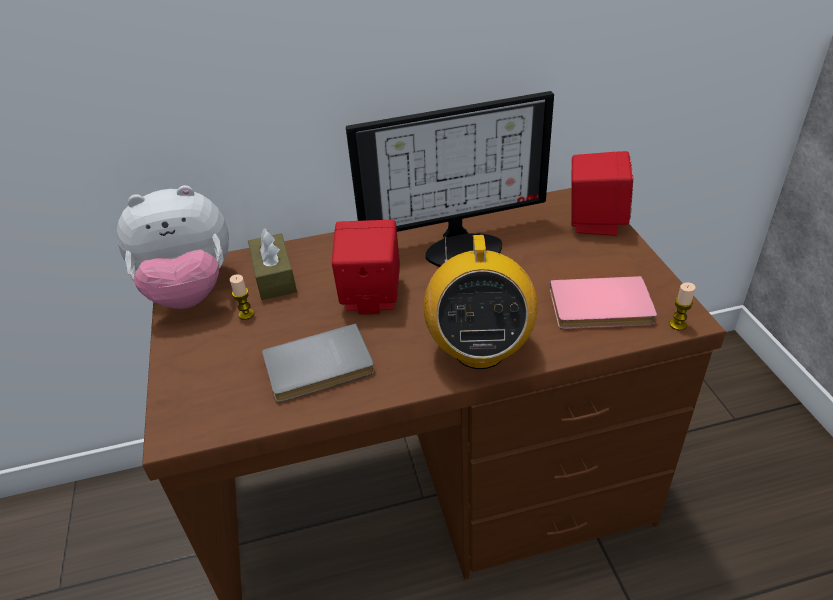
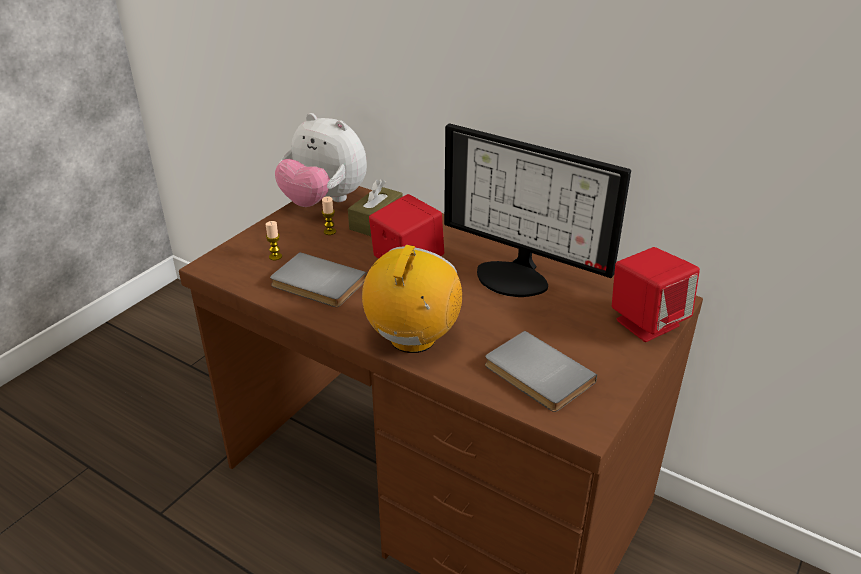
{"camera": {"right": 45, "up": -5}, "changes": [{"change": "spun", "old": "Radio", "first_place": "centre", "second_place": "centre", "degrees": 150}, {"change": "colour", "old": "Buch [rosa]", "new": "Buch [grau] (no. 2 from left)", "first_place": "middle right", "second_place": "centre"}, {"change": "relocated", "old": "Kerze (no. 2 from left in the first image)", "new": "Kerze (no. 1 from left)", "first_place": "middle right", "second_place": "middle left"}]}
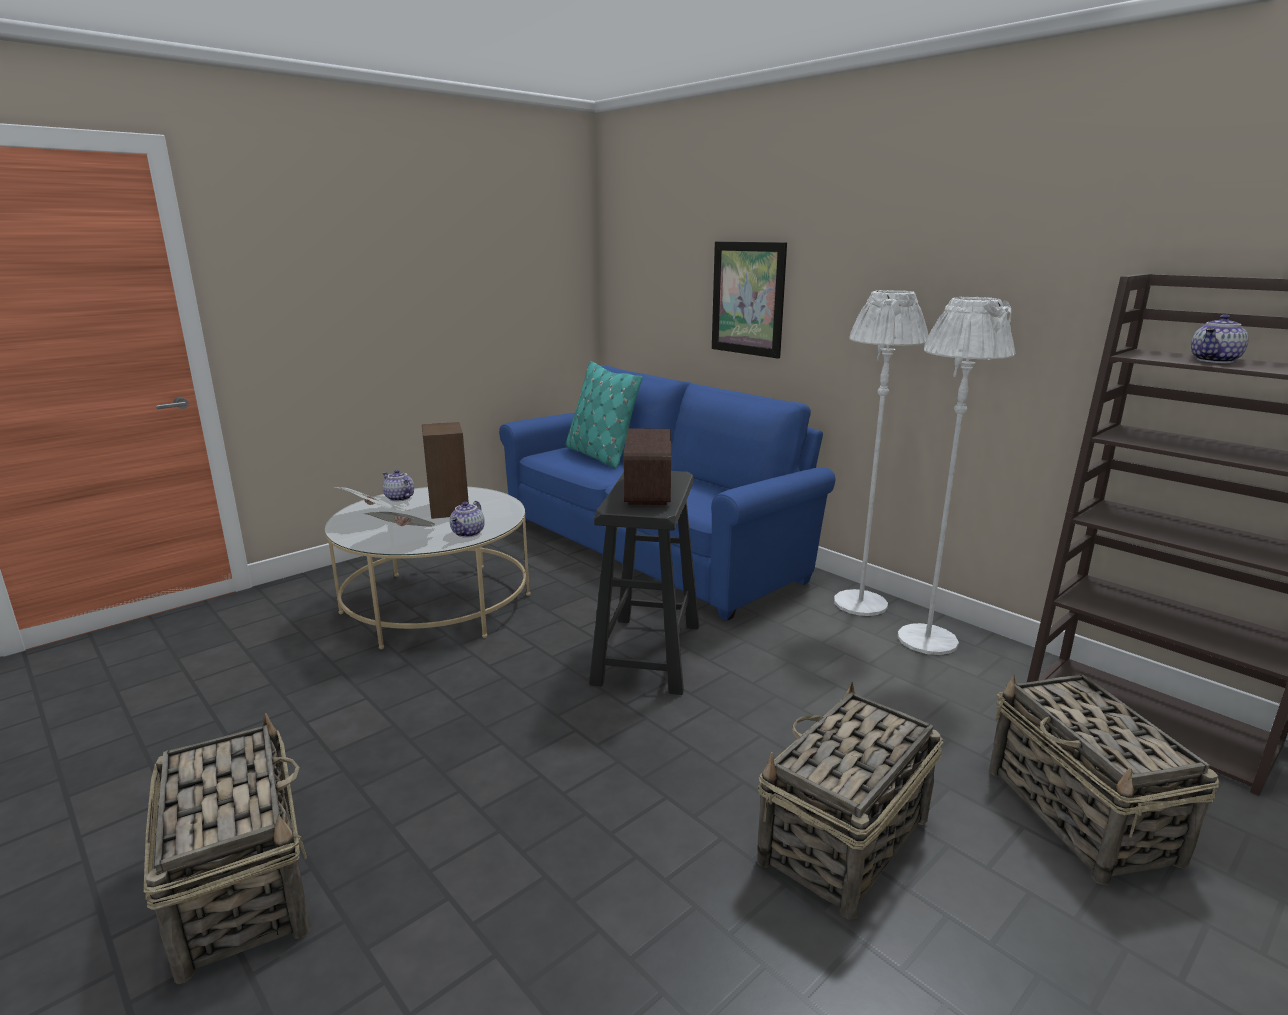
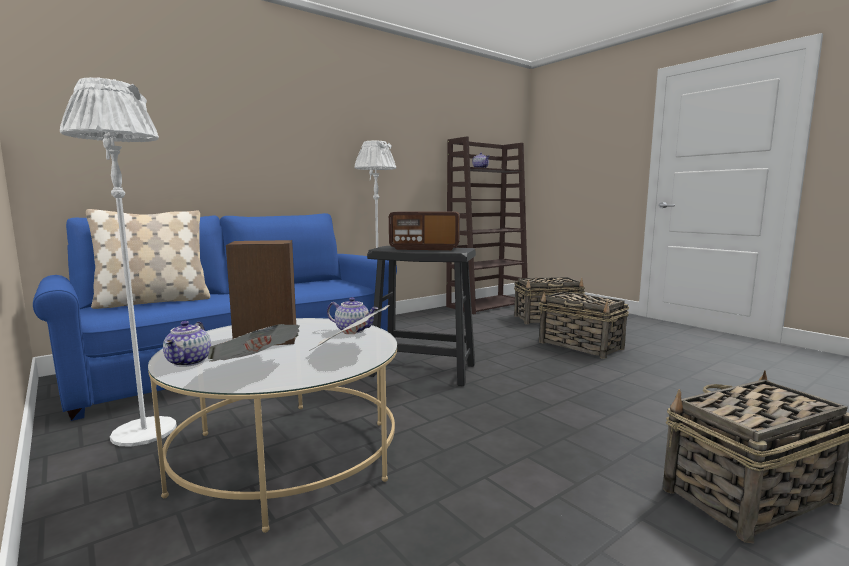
{"camera": {"right": -85, "up": -10}, "changes": [{"change": "missing", "old": "Bild", "first_place": "top centre"}, {"change": "relocated", "old": "Stehlampe [weiß] (no. 2 from left in the first image)", "new": "Stehlampe [weiß] (no. 1 from left)", "first_place": "middle right", "second_place": "middle left"}, {"change": "colour", "old": "Kissen [türkis]", "new": "Kissen [beige]", "first_place": "centre", "second_place": "middle left"}, {"change": "spun", "old": "Teekanne (no. 1 from left)", "first_place": "middle left", "second_place": "middle left", "degrees": -45}]}
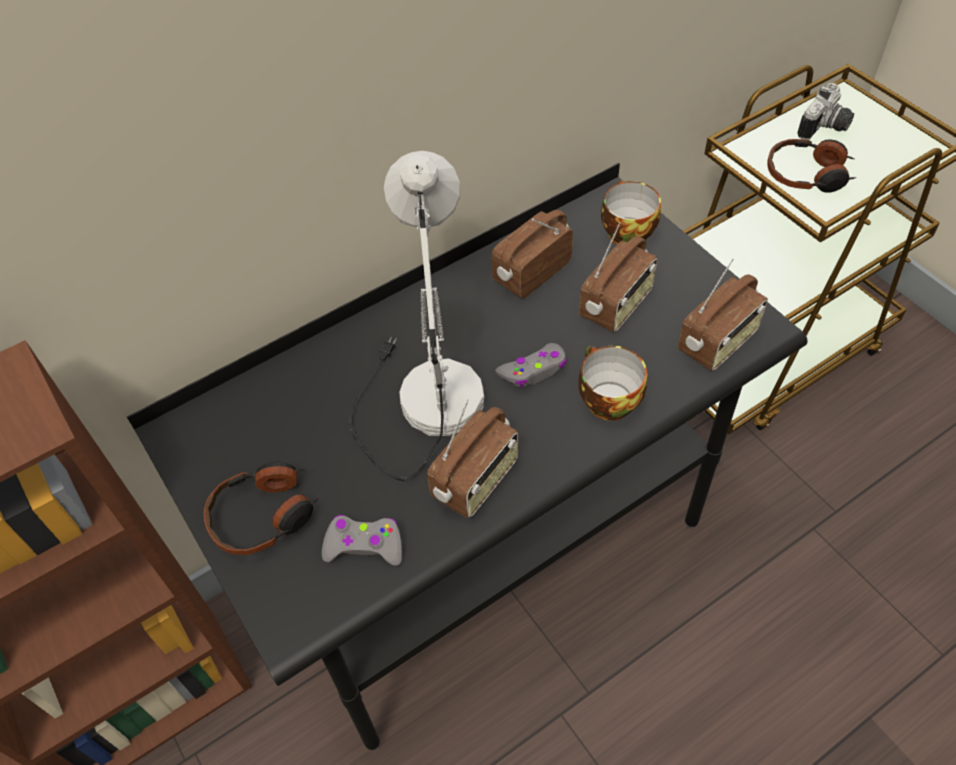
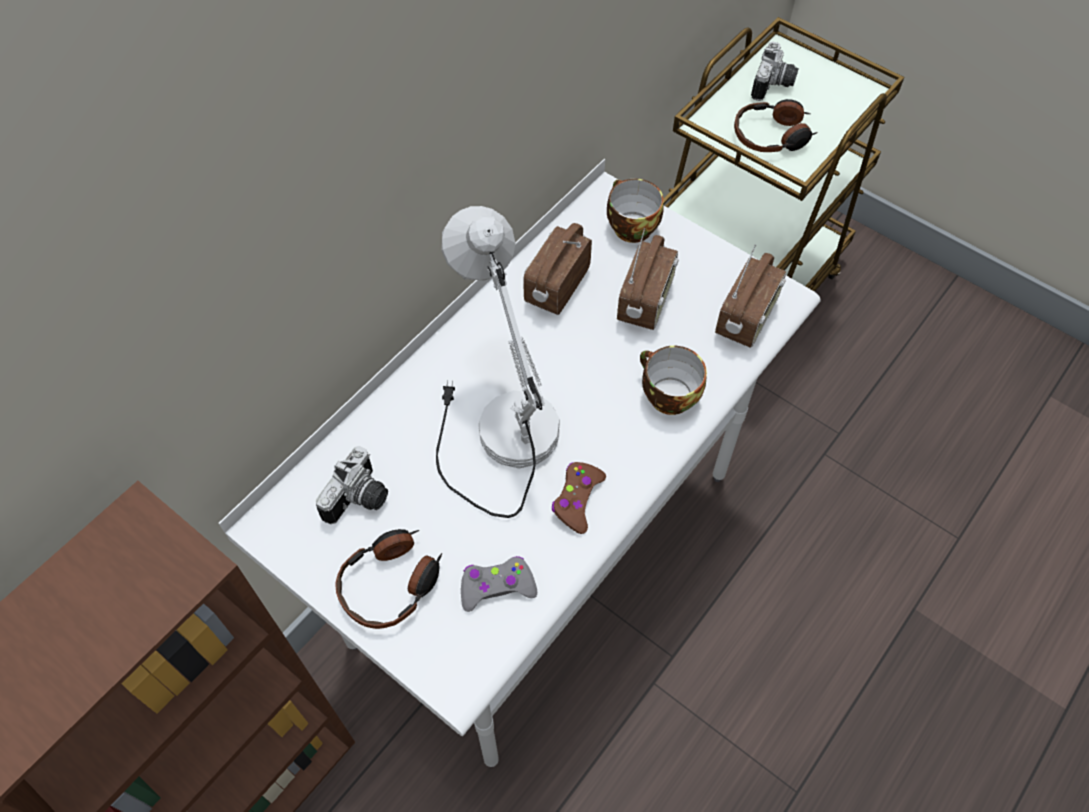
{"camera": {"right": -20, "up": 5}, "changes": [{"change": "colour", "old": "Schreibtisch [schwarz]", "new": "Schreibtisch [weiß]", "first_place": "centre", "second_place": "centre"}, {"change": "missing", "old": "Gamepad [grau] (no. 2 from left)", "first_place": "centre"}, {"change": "exchanged", "old": "Radio (no. 1 from left)", "new": "Gamepad [braun]", "first_place": "centre", "second_place": "centre"}, {"change": "appeared", "new": "Kamera (no. 1 from left)", "second_place": "middle left"}]}
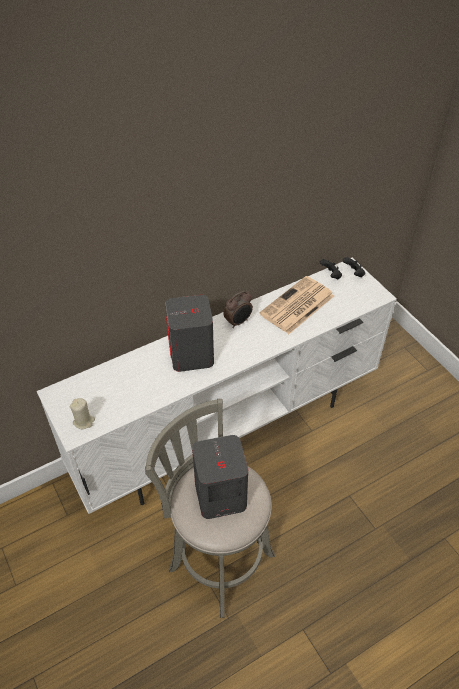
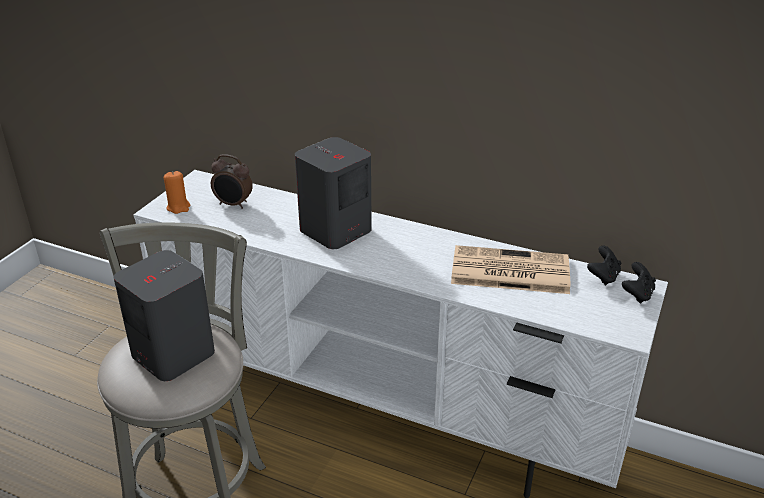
{"camera": {"right": 55, "up": -15}, "changes": [{"change": "relocated", "old": "Wecker", "first_place": "centre", "second_place": "middle left"}, {"change": "colour", "old": "Kerze [beige]", "new": "Kerze [orange]", "first_place": "middle left", "second_place": "middle left"}]}
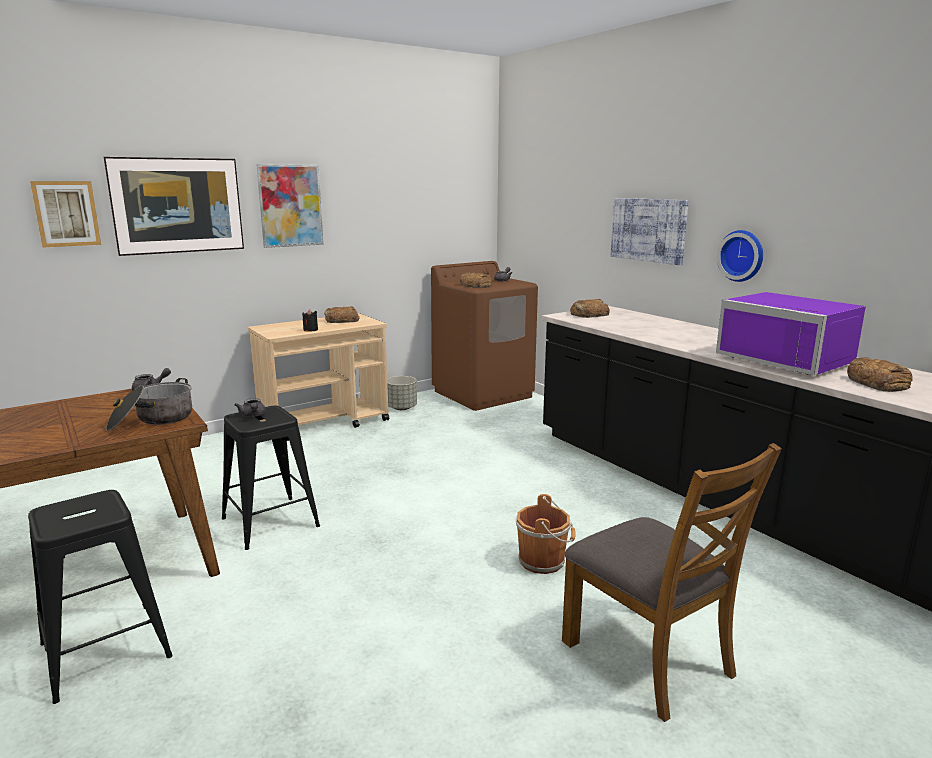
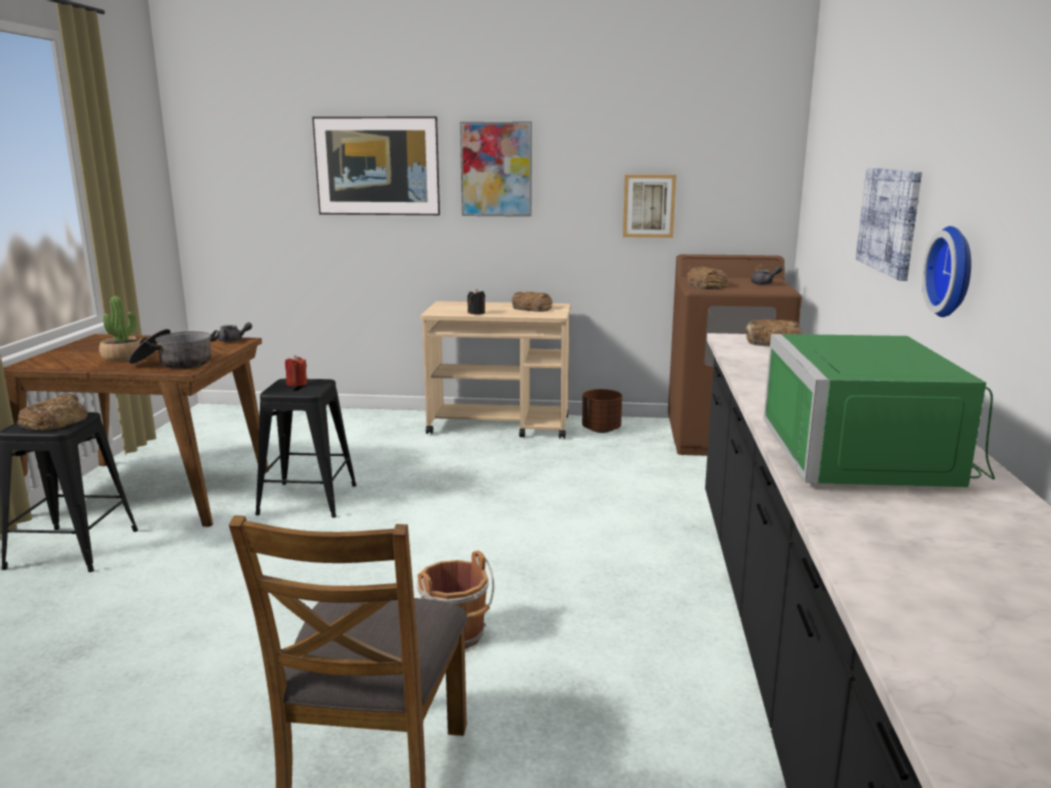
{"camera": {"right": 40, "up": 0}, "changes": [{"change": "relocated", "old": "Bild (no. 1 from left in the first image)", "new": "Bild (no. 3 from left)", "first_place": "top left", "second_place": "top centre"}, {"change": "colour", "old": "Mikrowelle [lila]", "new": "Mikrowelle [grün]", "first_place": "middle right", "second_place": "middle right"}, {"change": "relocated", "old": "Brot (no. 4 from left in the first image)", "new": "Brot (no. 1 from left)", "first_place": "middle right", "second_place": "middle left"}, {"change": "colour", "old": "Pflanzkübel [grau]", "new": "Pflanzkübel [braun]", "first_place": "centre", "second_place": "centre"}, {"change": "exchanged", "old": "Teekanne [grau] (no. 2 from left)", "new": "Kerze [rot]", "first_place": "middle left", "second_place": "middle left"}, {"change": "appeared", "new": "Topfpflanze", "second_place": "middle left"}]}
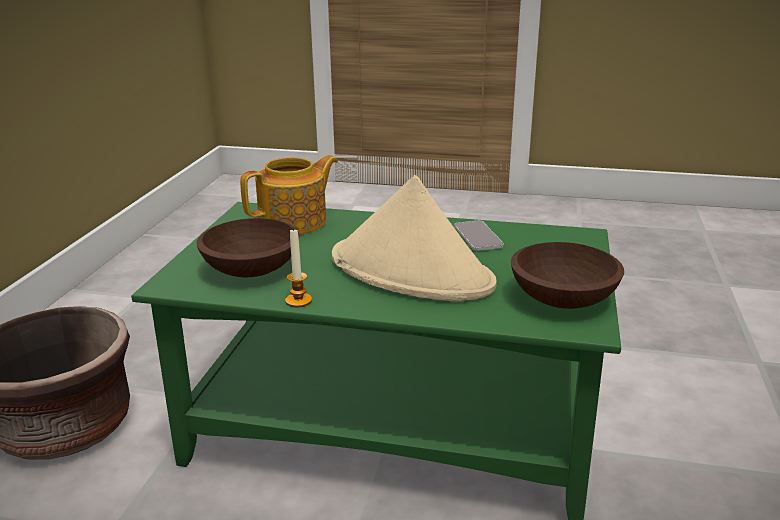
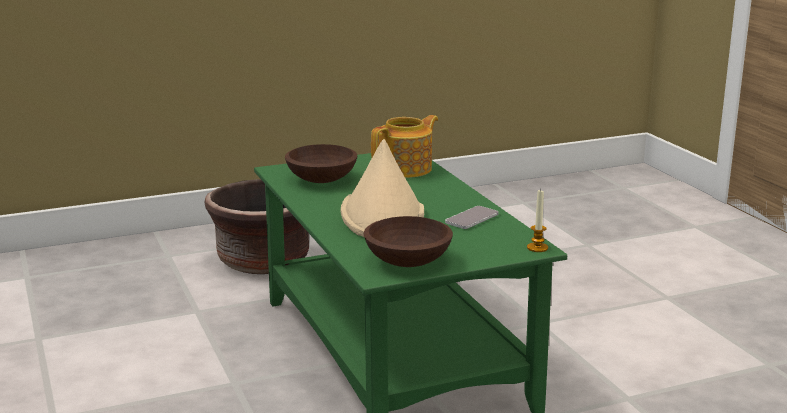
{"camera": {"right": 55, "up": -5}, "changes": [{"change": "spun", "old": "Teekanne", "first_place": "centre", "second_place": "centre", "degrees": -60}, {"change": "relocated", "old": "Kerze", "first_place": "centre", "second_place": "middle right"}]}
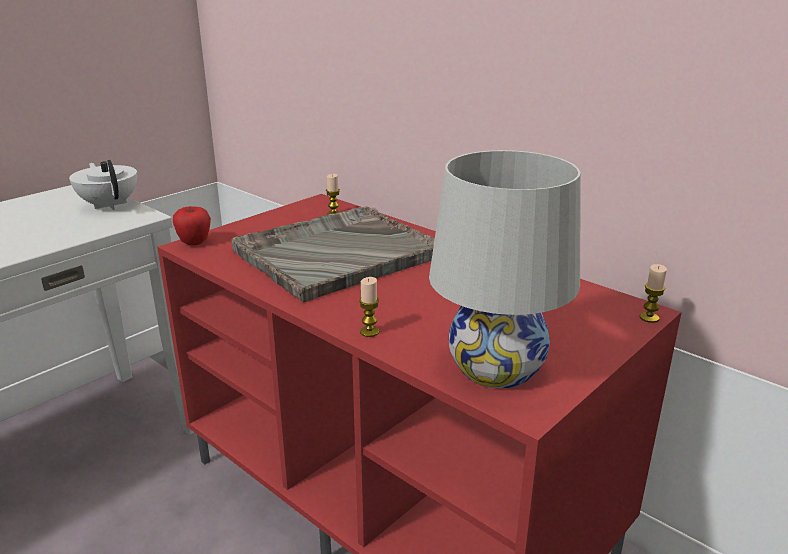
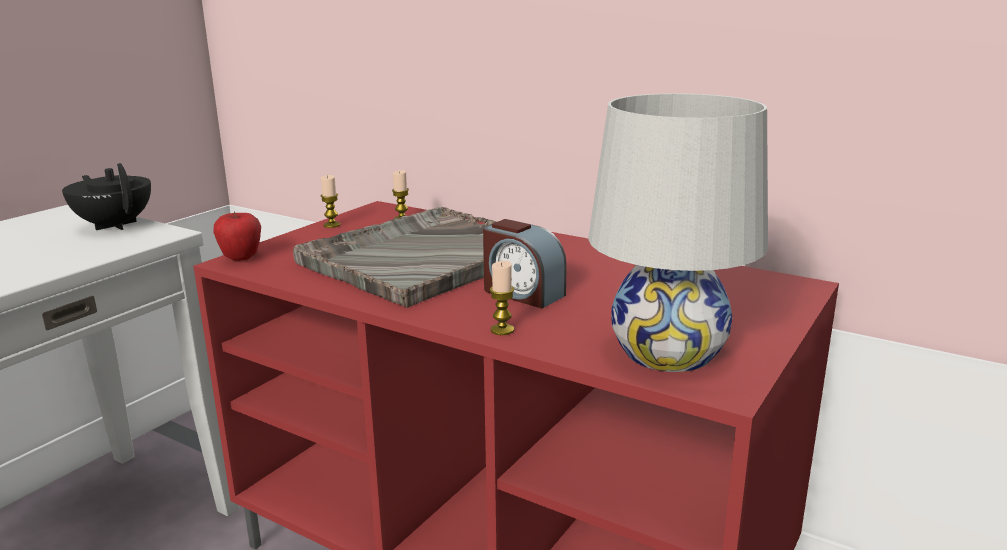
{"camera": {"right": -10, "up": -5}, "changes": [{"change": "colour", "old": "Teekanne [weiß]", "new": "Teekanne [schwarz]", "first_place": "middle left", "second_place": "middle left"}, {"change": "relocated", "old": "Kerze (no. 3 from left in the first image)", "new": "Kerze (no. 1 from left)", "first_place": "middle right", "second_place": "middle left"}, {"change": "appeared", "new": "Wecker", "second_place": "centre"}]}
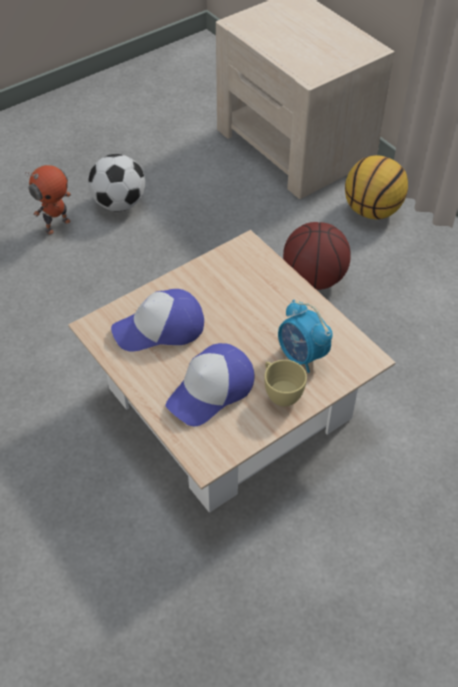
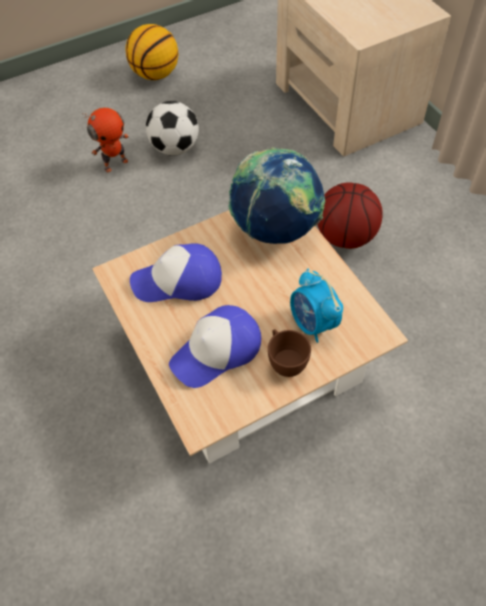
{"camera": {"right": 10, "up": 5}, "changes": [{"change": "relocated", "old": "Basketball (no. 2 from left in the first image)", "new": "Basketball (no. 1 from left)", "first_place": "top right", "second_place": "top left"}, {"change": "colour", "old": "Tasse [gelb]", "new": "Tasse [braun]", "first_place": "centre", "second_place": "centre"}, {"change": "appeared", "new": "Globus", "second_place": "top centre"}]}
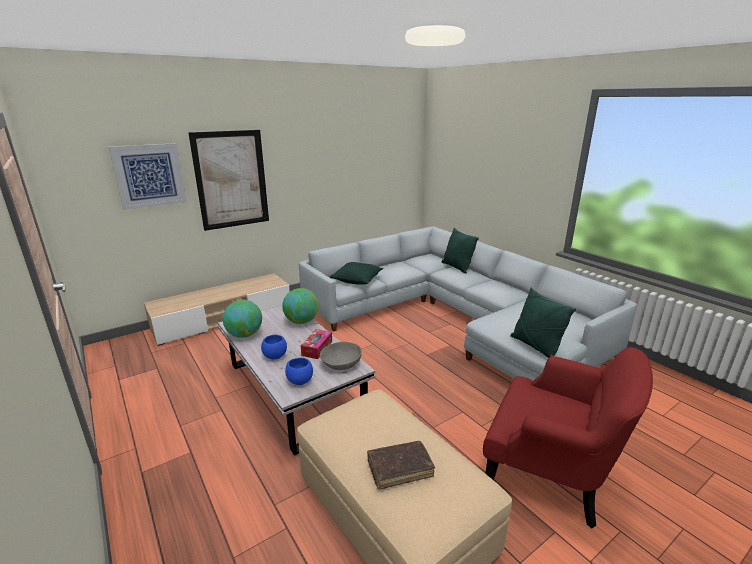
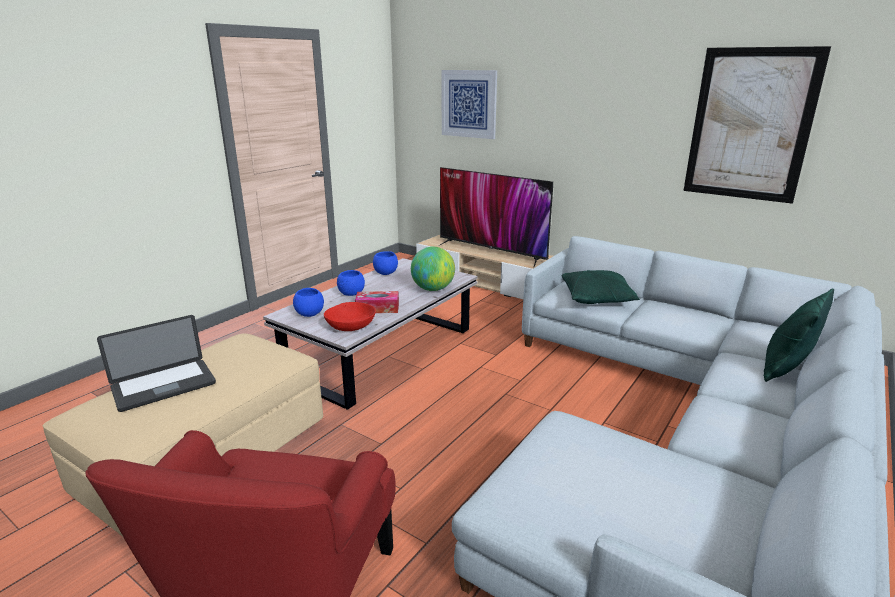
{"camera": {"right": 70, "up": 0}, "changes": [{"change": "relocated", "old": "Bild (no. 2 from left)", "first_place": "top left", "second_place": "top right"}, {"change": "missing", "old": "Kissen [grün] (no. 3 from left)", "first_place": "middle right"}, {"change": "exchanged", "old": "Globus (no. 1 from left)", "new": "Schüssel [blau] (no. 3 from left)", "first_place": "middle left", "second_place": "centre"}, {"change": "colour", "old": "Schüssel [grau]", "new": "Schüssel [rot]", "first_place": "centre", "second_place": "centre"}, {"change": "exchanged", "old": "Buch [braun]", "new": "Laptop", "first_place": "bottom centre", "second_place": "middle left"}, {"change": "appeared", "new": "Fernseher", "second_place": "centre"}]}
